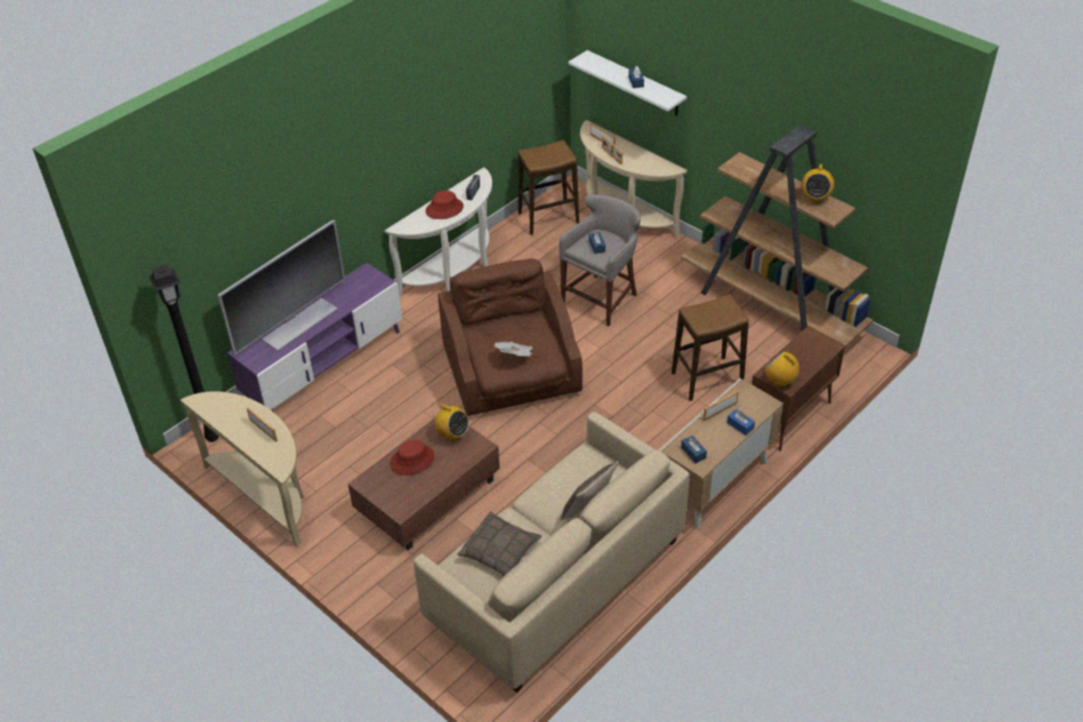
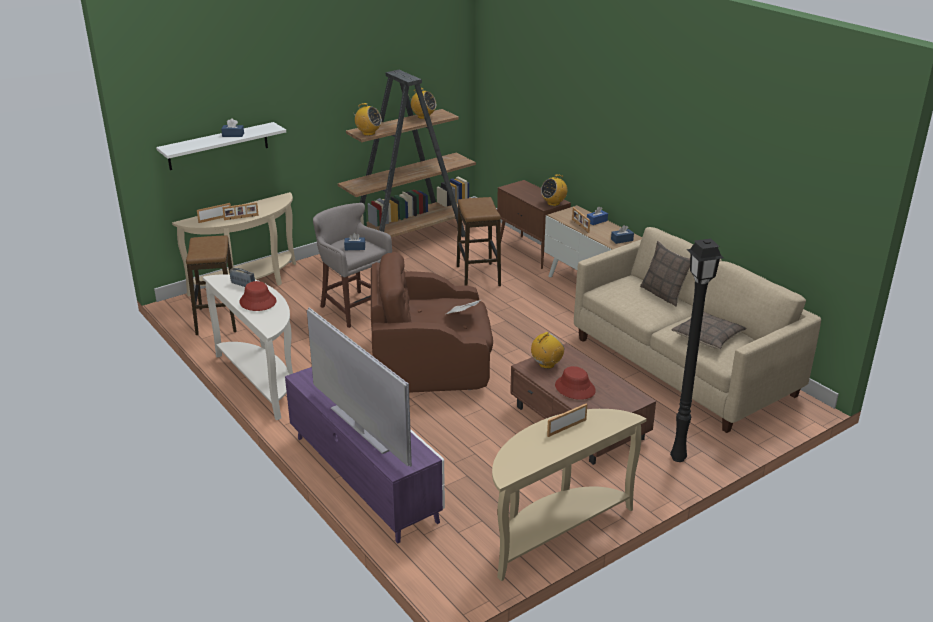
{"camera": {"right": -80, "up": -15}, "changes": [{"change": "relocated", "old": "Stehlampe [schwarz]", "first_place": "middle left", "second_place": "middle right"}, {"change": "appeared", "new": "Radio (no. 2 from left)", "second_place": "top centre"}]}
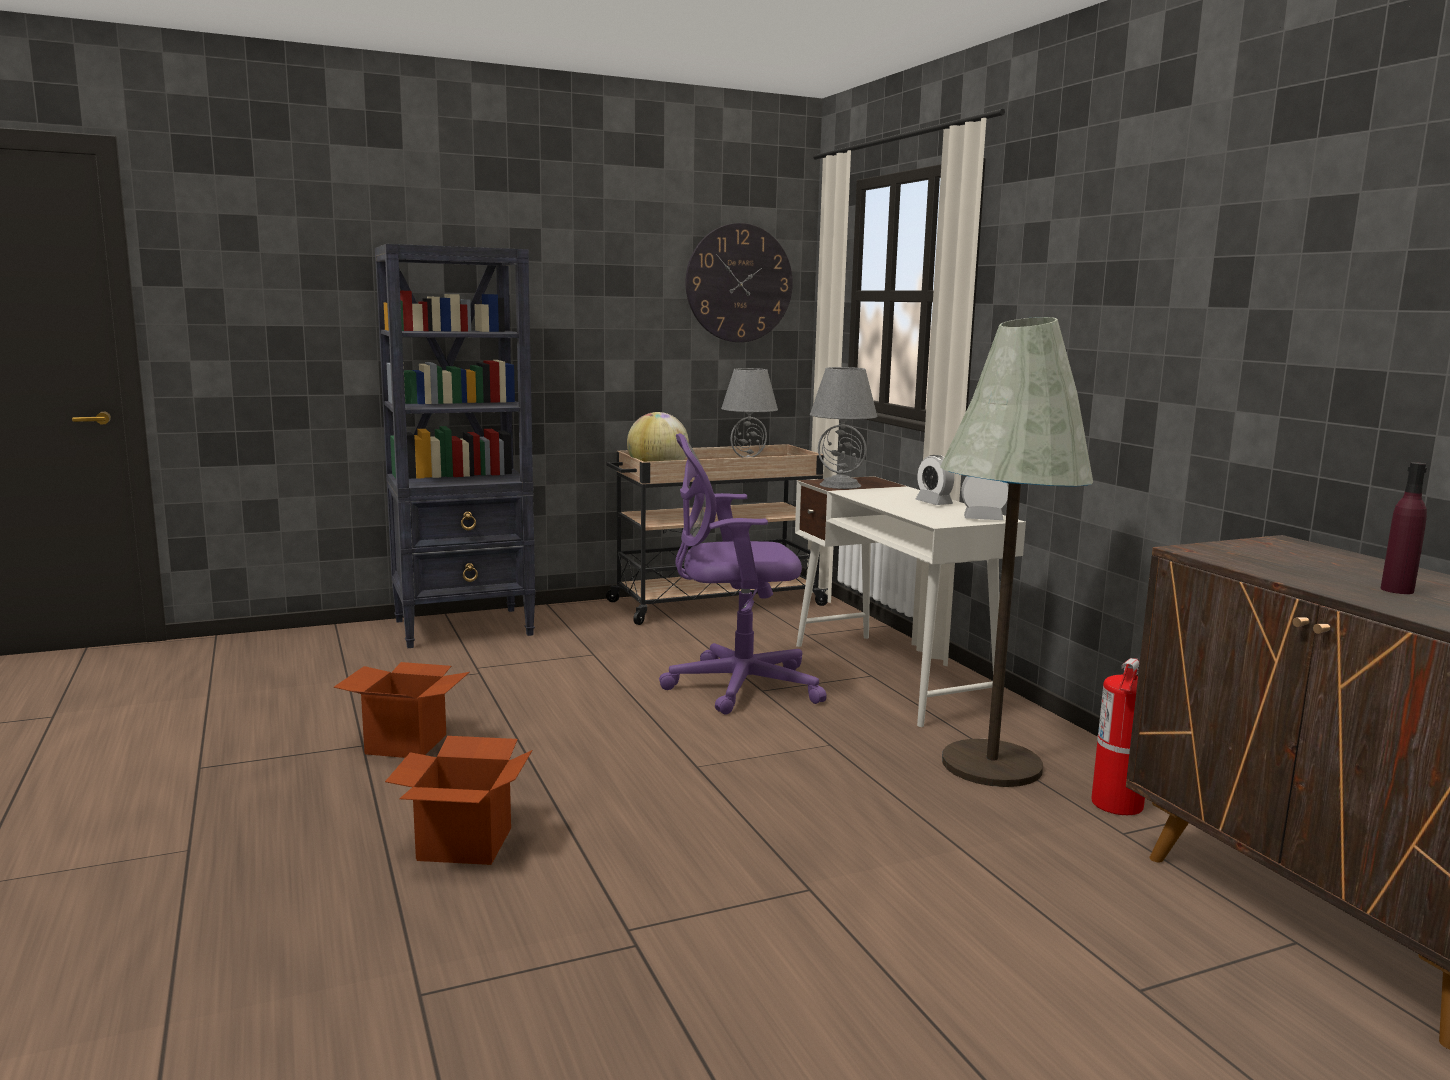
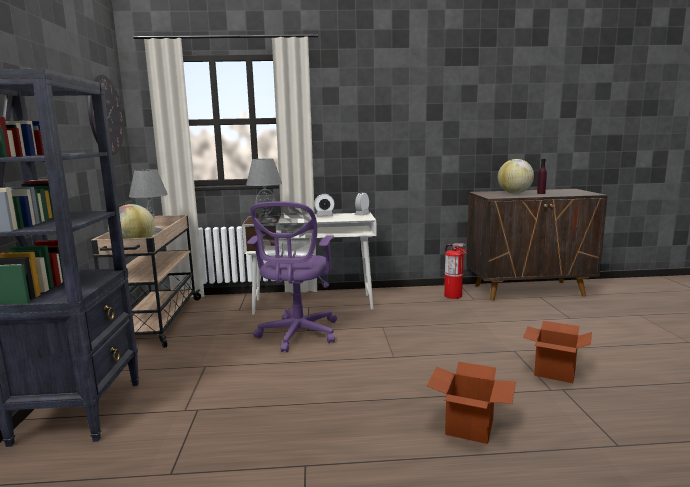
{"camera": {"right": -70, "up": 0}, "changes": [{"change": "missing", "old": "Stehlampe [grau]", "first_place": "middle right"}, {"change": "relocated", "old": "Karton (no. 1 from left in the first image)", "new": "Karton (no. 2 from left)", "first_place": "middle left", "second_place": "bottom right"}, {"change": "appeared", "new": "Globus (no. 2 from left)", "second_place": "middle right"}]}
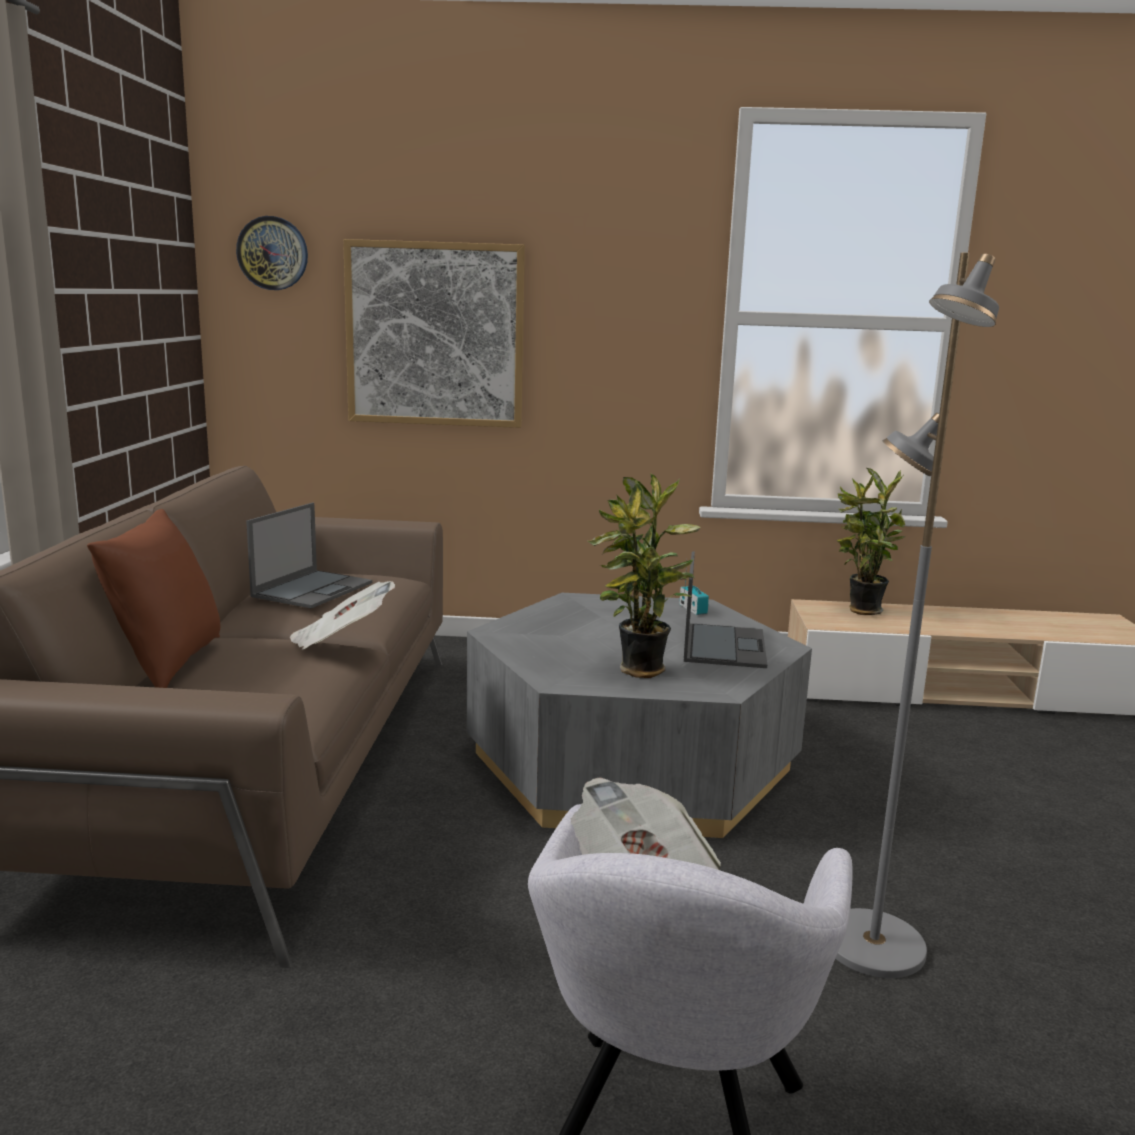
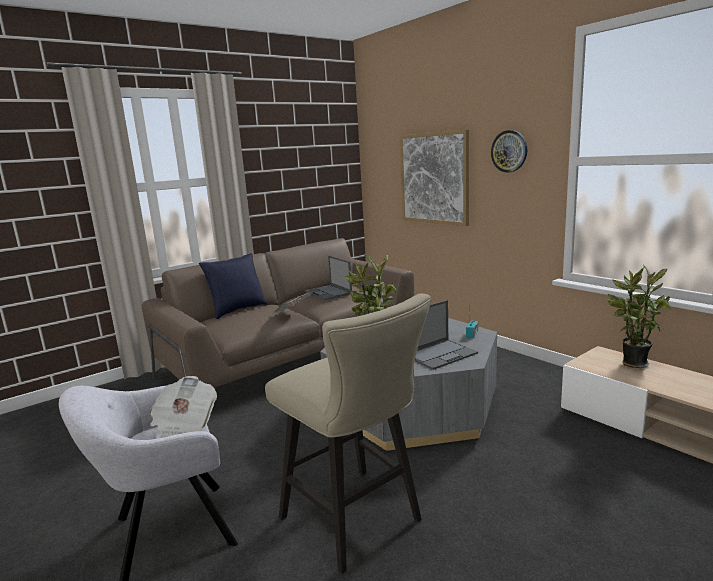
{"camera": {"right": 50, "up": 0}, "changes": [{"change": "relocated", "old": "Wanduhr", "first_place": "top left", "second_place": "top right"}, {"change": "exchanged", "old": "Stehlampe [grau]", "new": "Hocker [beige]", "first_place": "middle right", "second_place": "bottom centre"}, {"change": "spun", "old": "Laptop (no. 1 from left)", "first_place": "middle left", "second_place": "centre", "degrees": 75}, {"change": "colour", "old": "Kissen [braun]", "new": "Kissen [blau]", "first_place": "middle left", "second_place": "middle left"}]}
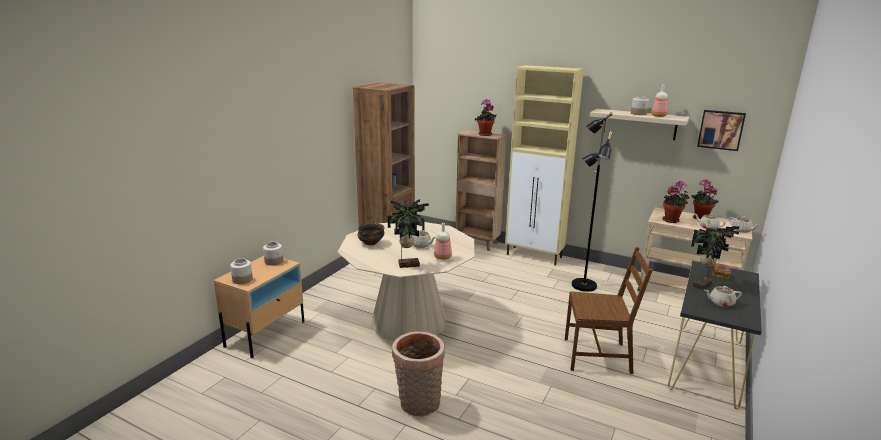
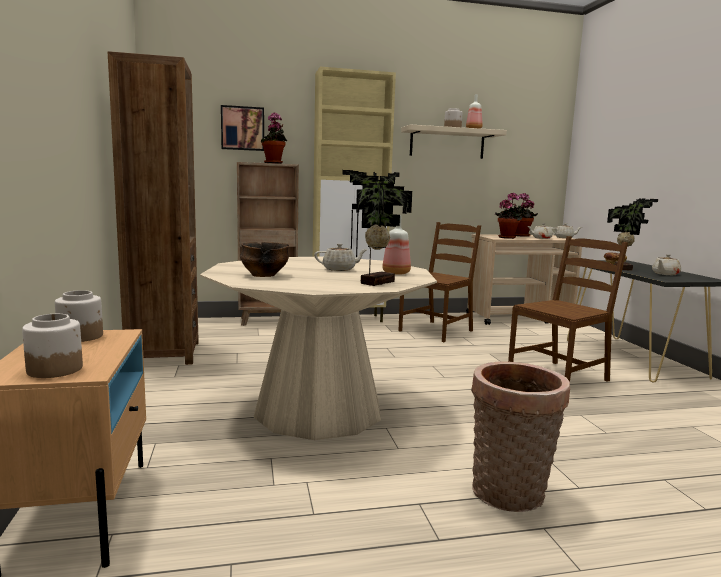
{"camera": {"right": -40, "up": -10}, "changes": [{"change": "relocated", "old": "Bild", "first_place": "top right", "second_place": "top centre"}, {"change": "exchanged", "old": "Stehlampe [schwarz]", "new": "Stuhl [braun] (no. 1 from left)", "first_place": "middle right", "second_place": "centre"}]}
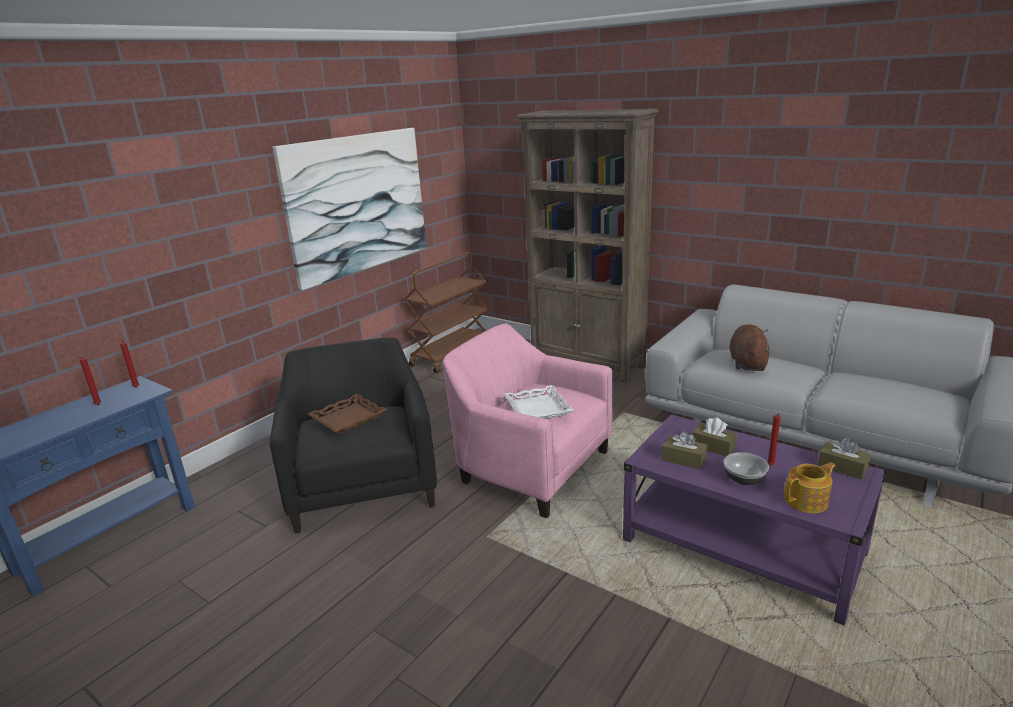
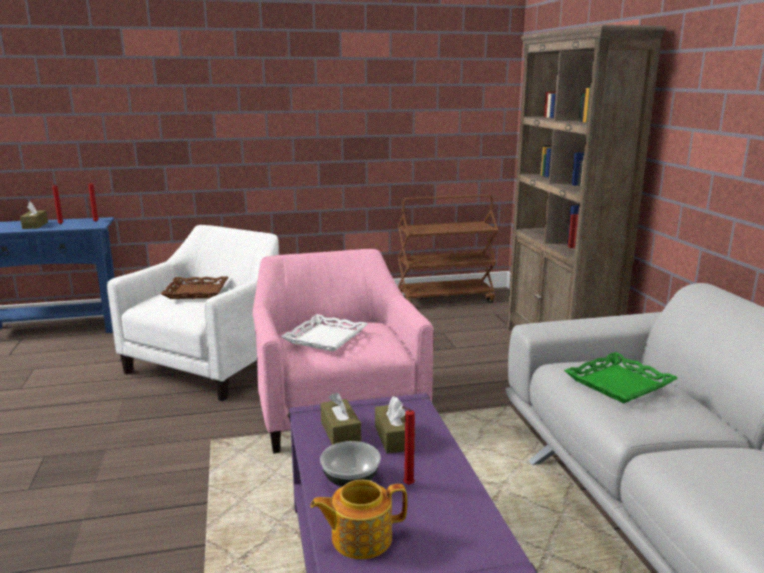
{"camera": {"right": 40, "up": -5}, "changes": [{"change": "missing", "old": "Bild", "first_place": "top centre"}, {"change": "exchanged", "old": "Plüschtier [braun]", "new": "Tablett [grün]", "first_place": "middle right", "second_place": "middle right"}, {"change": "colour", "old": "Sessel [schwarz]", "new": "Sessel [weiß]", "first_place": "centre", "second_place": "middle left"}, {"change": "relocated", "old": "Taschentuchbox [braun] (no. 3 from left in the first image)", "new": "Taschentuchbox [braun] (no. 1 from left)", "first_place": "middle right", "second_place": "middle left"}, {"change": "spun", "old": "Teekanne", "first_place": "bottom right", "second_place": "bottom centre", "degrees": 150}]}
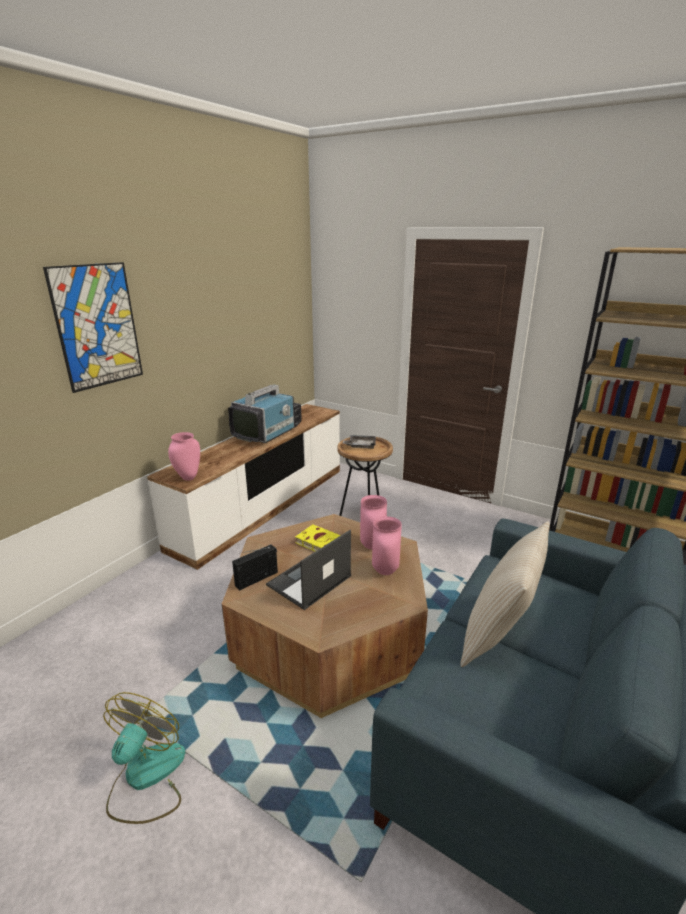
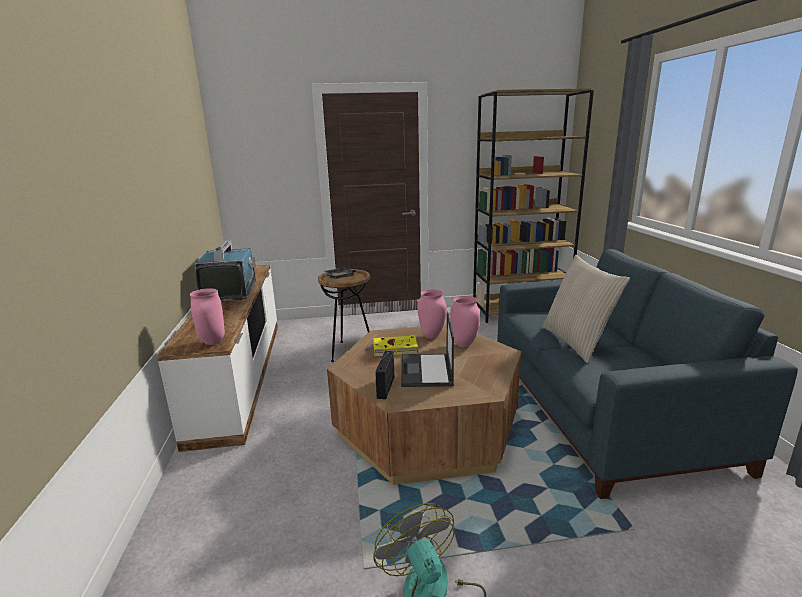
{"camera": {"right": -40, "up": -5}, "changes": [{"change": "missing", "old": "Bild", "first_place": "middle left"}]}
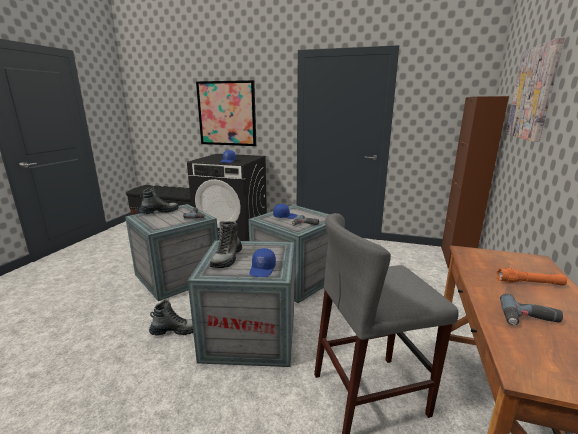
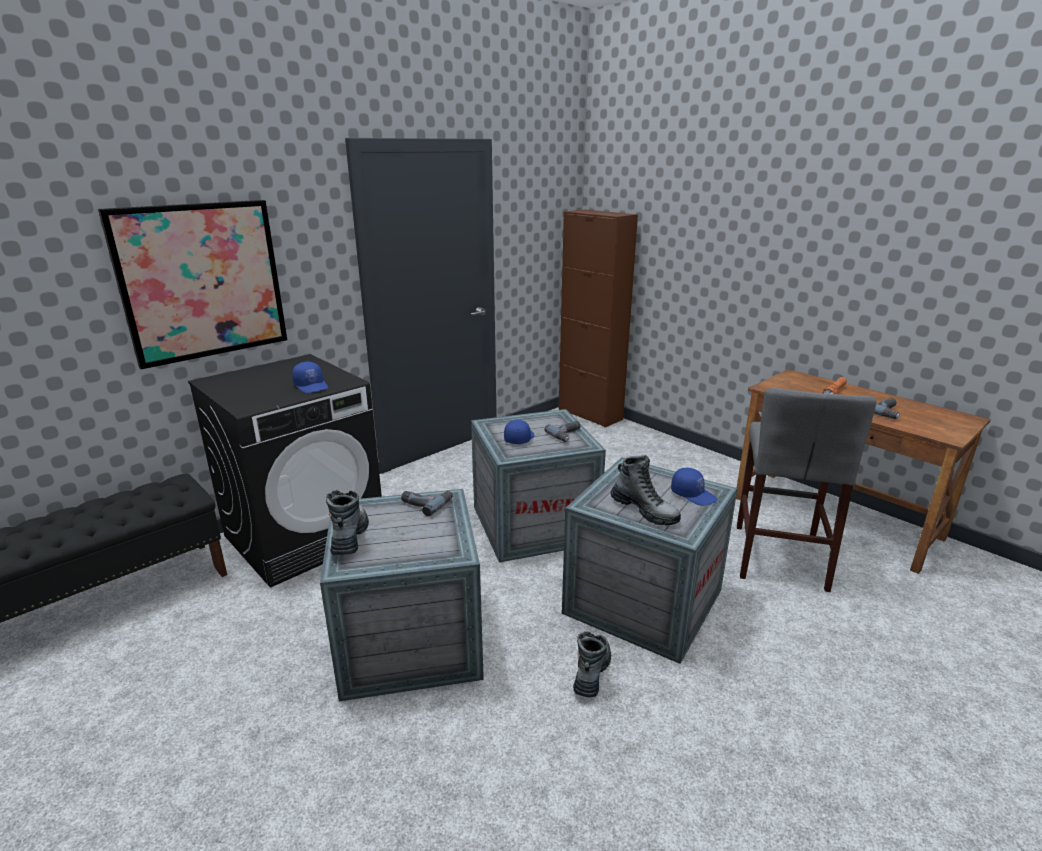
{"camera": {"right": -60, "up": 5}, "changes": [{"change": "missing", "old": "Bild (no. 2 from left)", "first_place": "top right"}]}
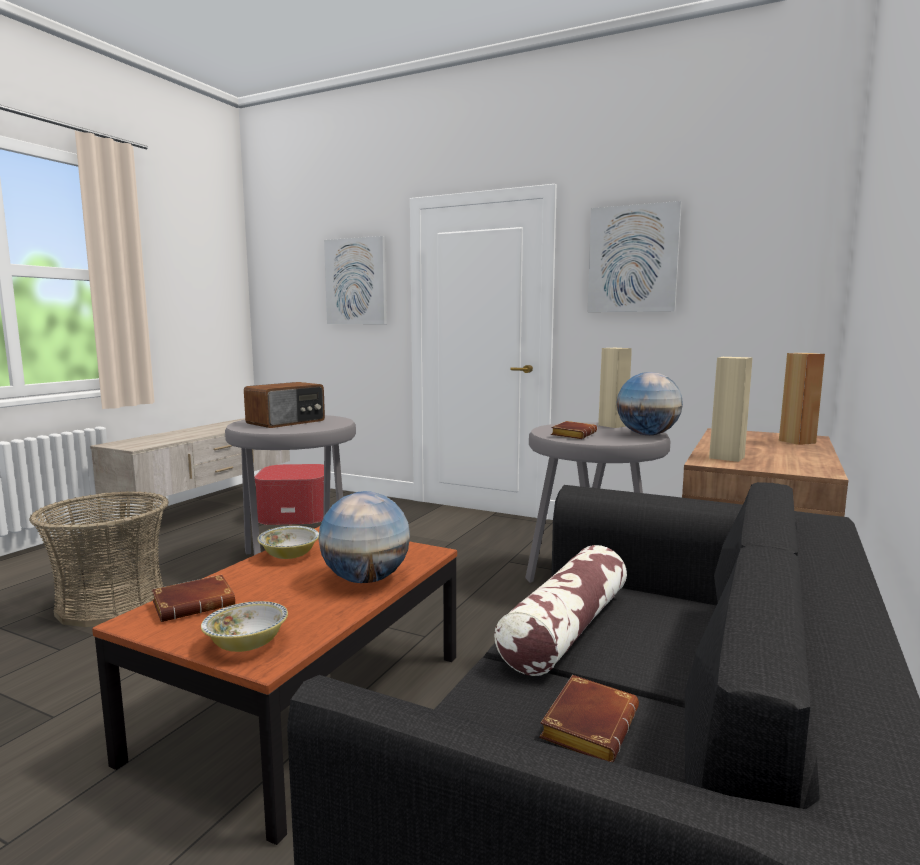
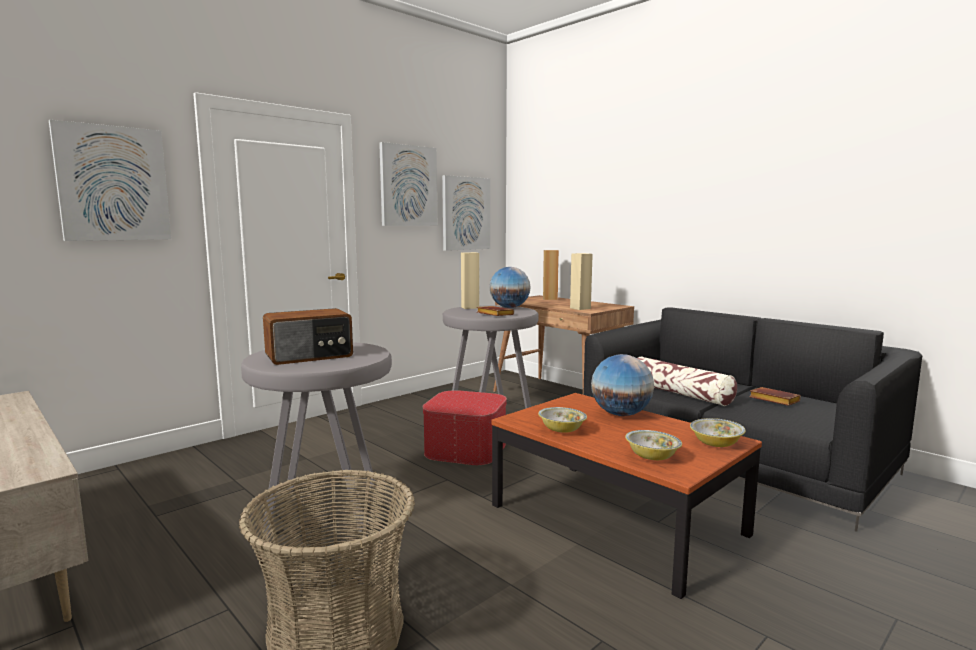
{"camera": {"right": -70, "up": 0}, "changes": [{"change": "spun", "old": "Radio", "first_place": "middle left", "second_place": "middle left", "degrees": 90}, {"change": "relocated", "old": "Polsterhocker", "first_place": "middle left", "second_place": "centre"}, {"change": "exchanged", "old": "Buch [braun] (no. 1 from left)", "new": "Schüssel (no. 2 from left)", "first_place": "bottom left", "second_place": "bottom right"}, {"change": "appeared", "new": "Bild (no. 3 from left)", "second_place": "top centre"}]}
